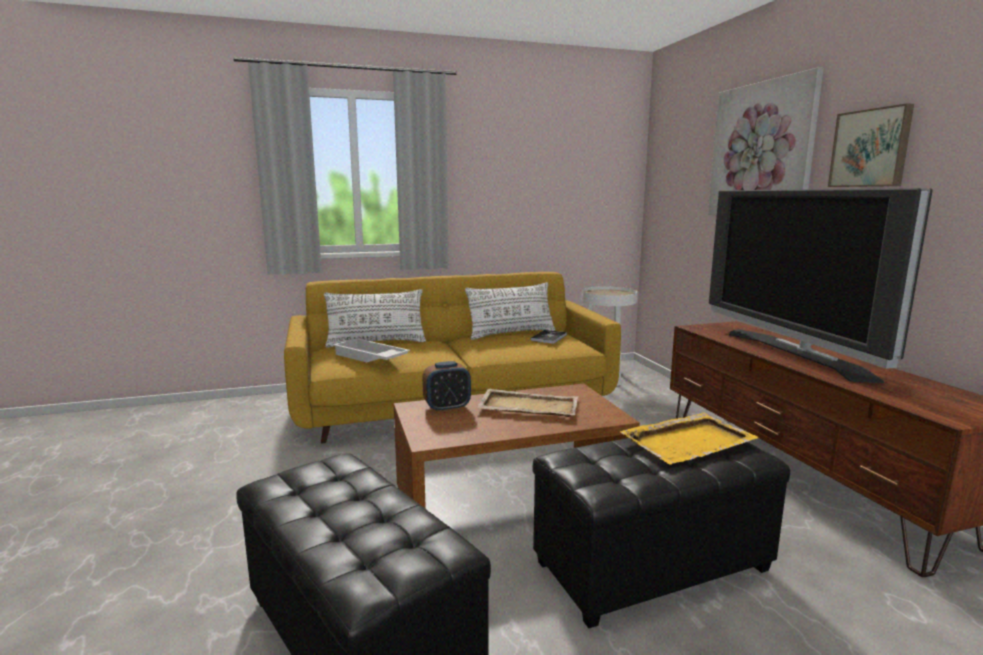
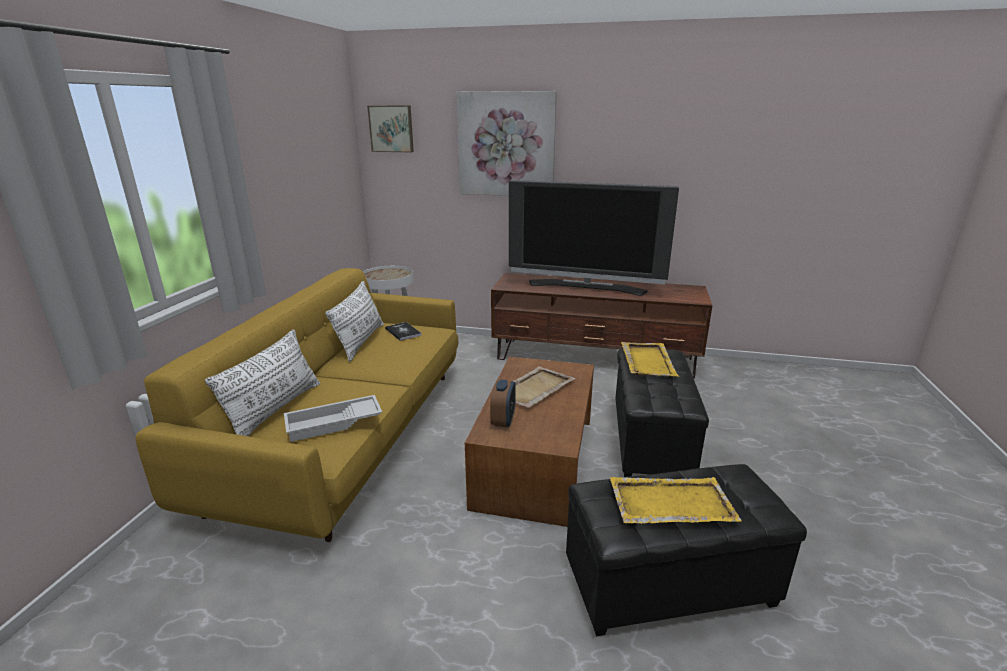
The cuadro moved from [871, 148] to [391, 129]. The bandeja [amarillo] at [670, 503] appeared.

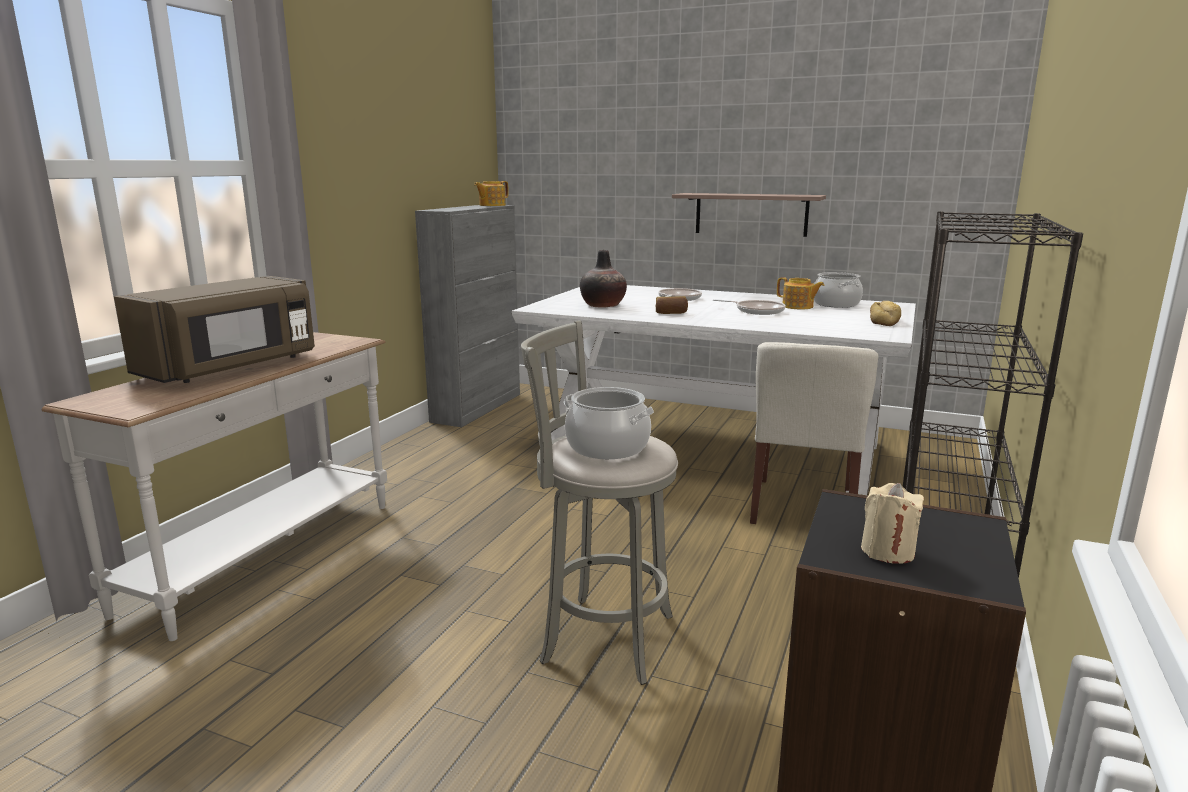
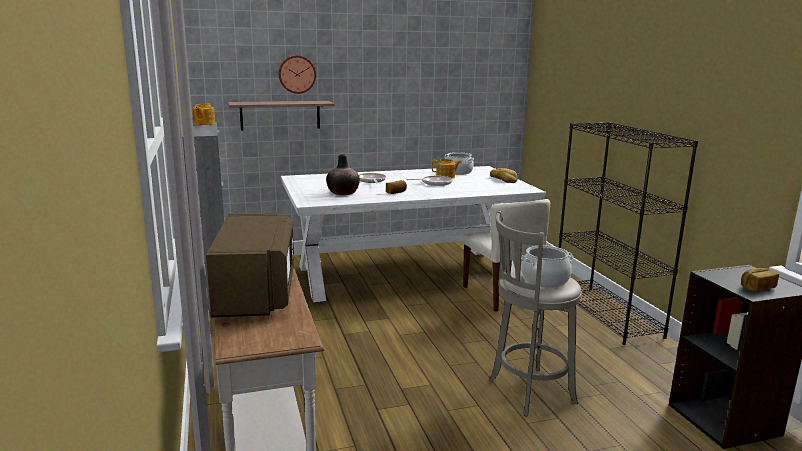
The estante moved from [751, 214] to [280, 115]. The reloj de pared at [297, 74] appeared. The vela [beis] at [887, 551] was replaced by the pan at [756, 287].

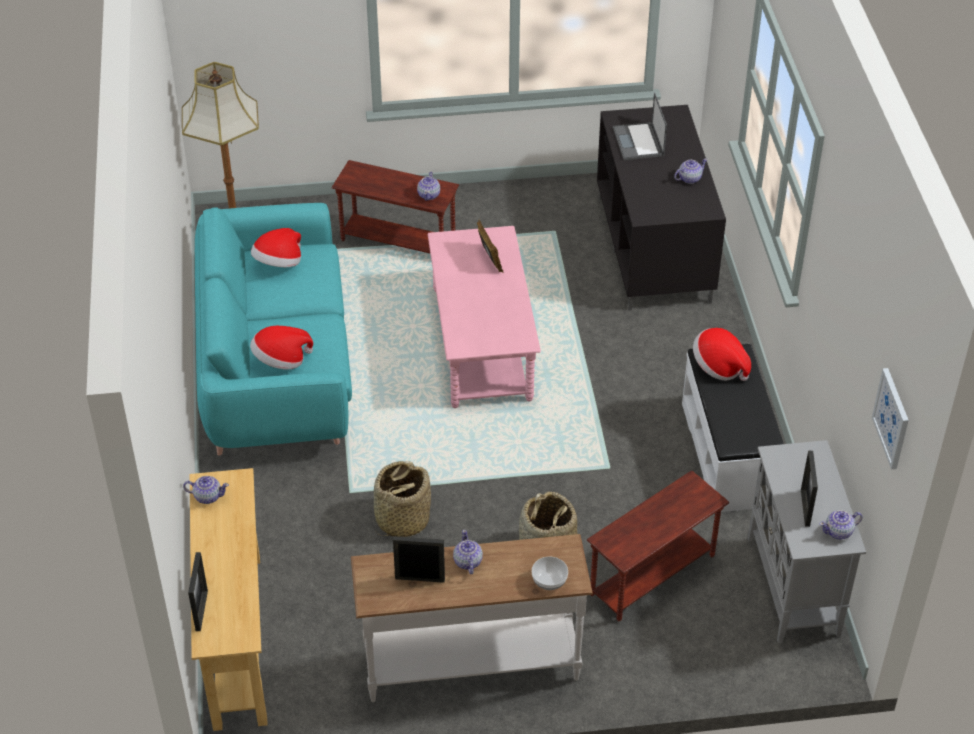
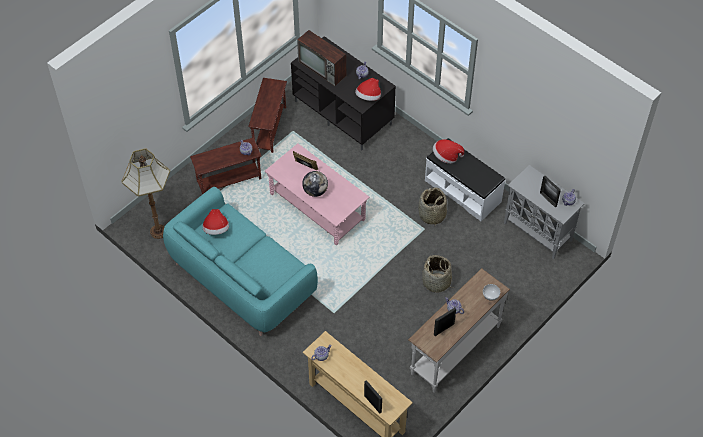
The mesa auxiliar [marrón] moved from [653, 576] to [270, 128]. The portátil at [638, 142] was replaced by the televisor at [323, 69]. The globo terráqueo at [315, 191] appeared. The sombrero moved from [281, 360] to [368, 97]. The cesta moved from [402, 519] to [432, 215]. The cuadro at [892, 418] disappeared.

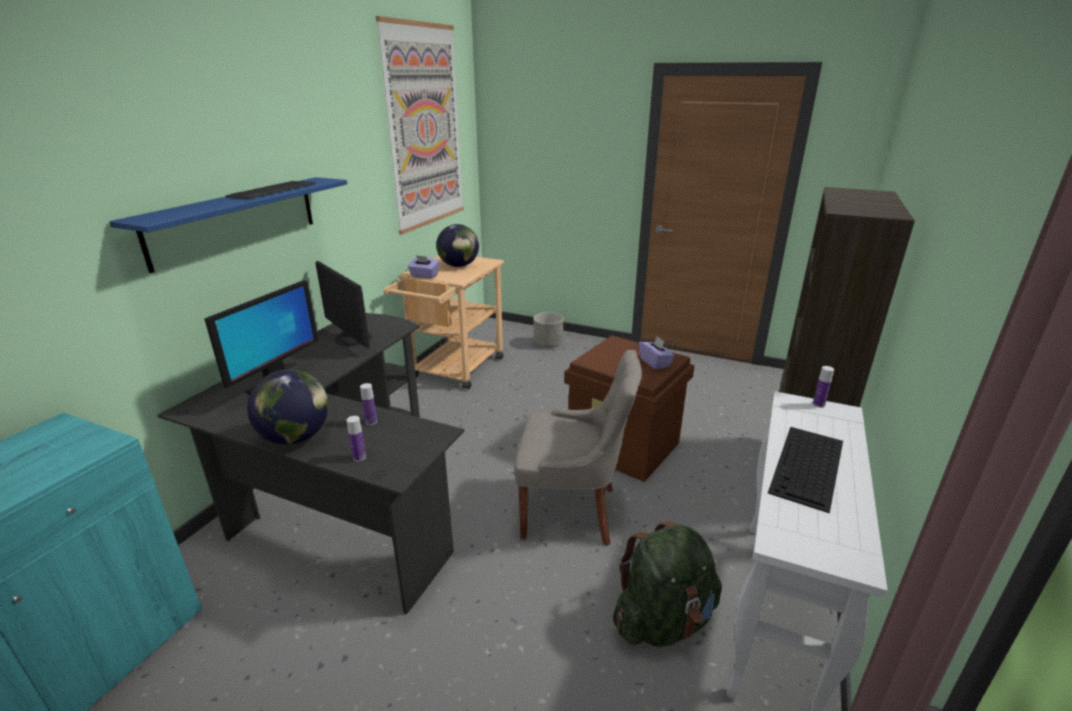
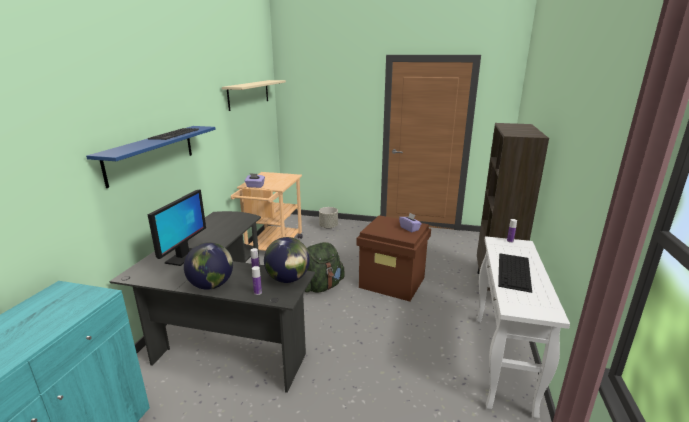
The cuadro at [425, 128] was replaced by the estante [beis] at [249, 94]. The globo terráqueo moved from [459, 266] to [288, 279]. The mochila [verde] moved from [663, 621] to [321, 287]. The monitor at [351, 339] disappeared. The silla [gris] at [572, 511] disappeared.

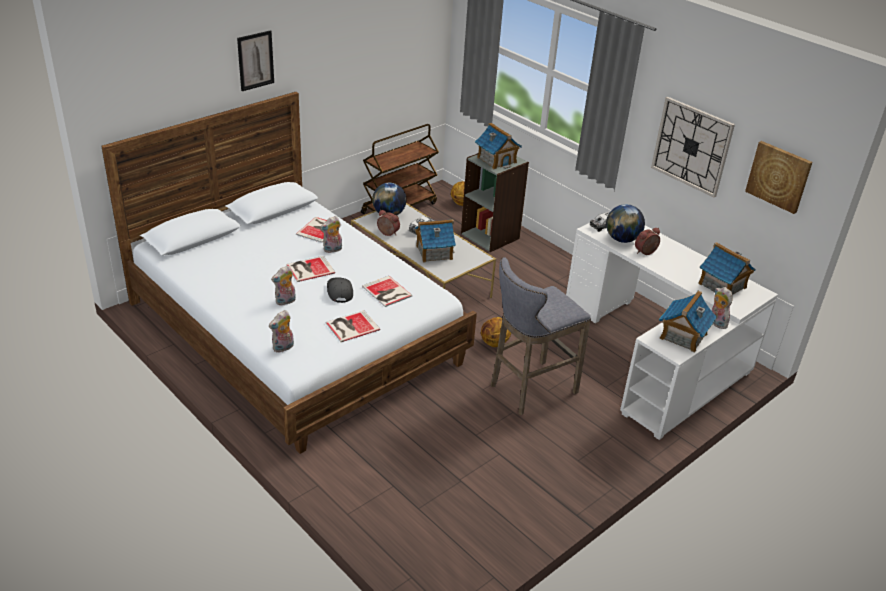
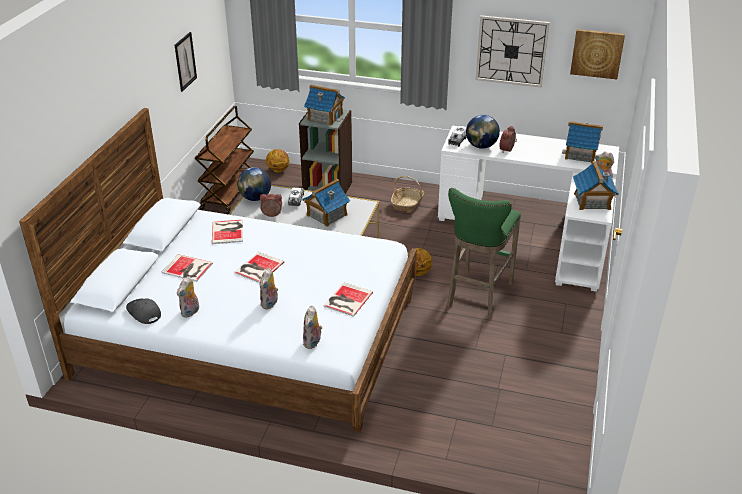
The gorra [gris] moved from [339, 291] to [143, 313]. The libro moved from [387, 292] to [188, 269]. The cuadro moved from [255, 60] to [185, 61]. The peluche moved from [332, 250] to [190, 312]. The cesta at [407, 204] appeared. The taburete [gris] at [529, 390] became the taburete [verde] at [478, 296].

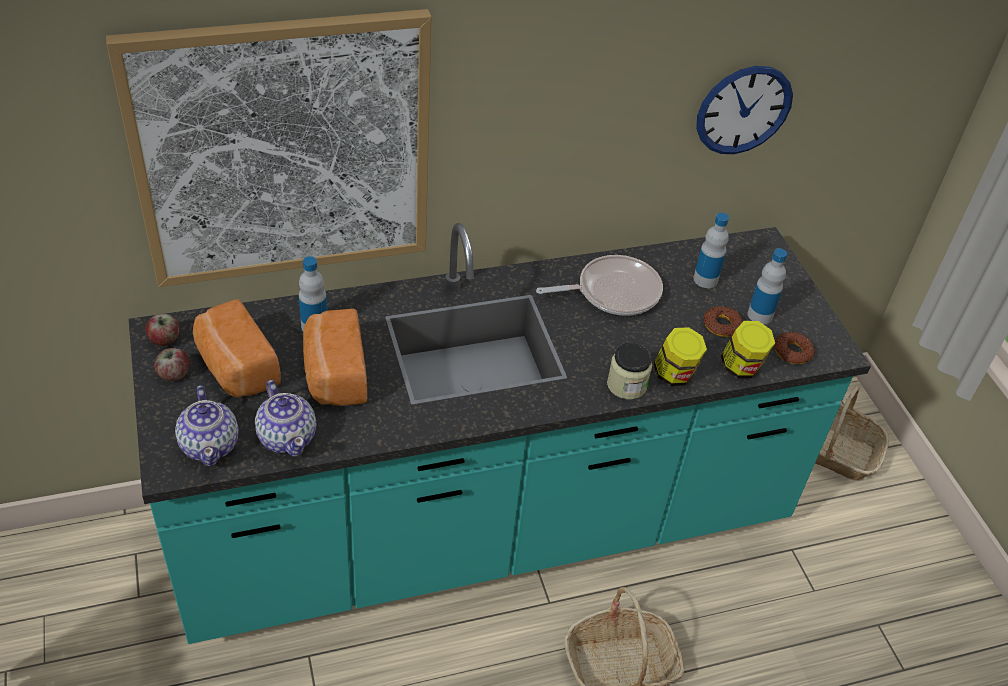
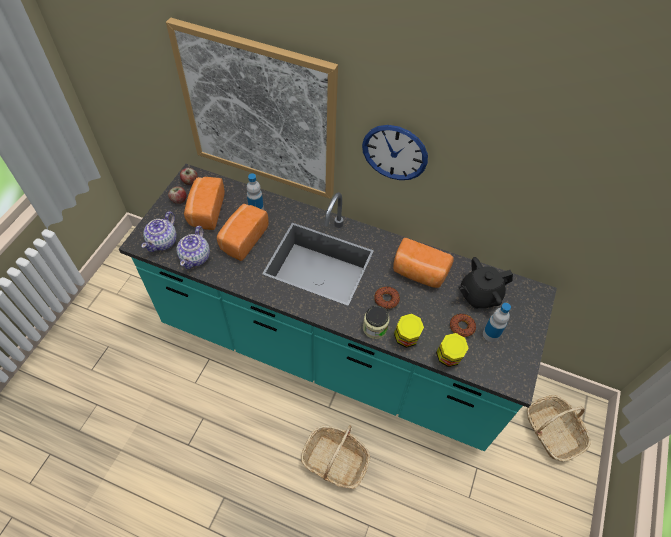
The reloj de pared moved from [743, 110] to [395, 152]. The rosquilla moved from [792, 352] to [386, 299]. The sartén at [613, 292] was replaced by the pan at [418, 273]. The botella at [705, 279] was replaced by the tetera [negro] at [479, 295].

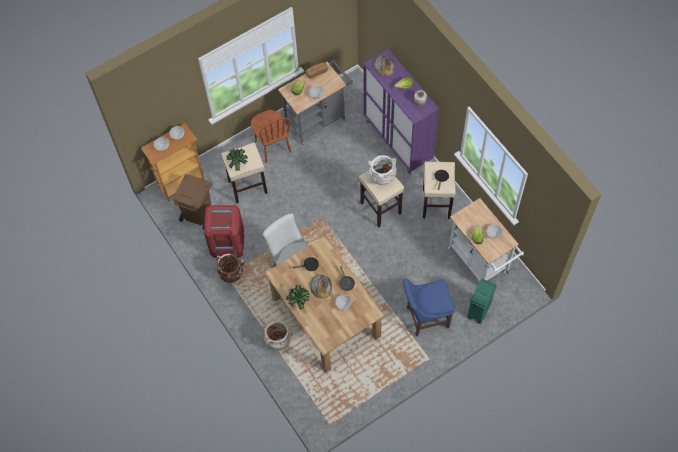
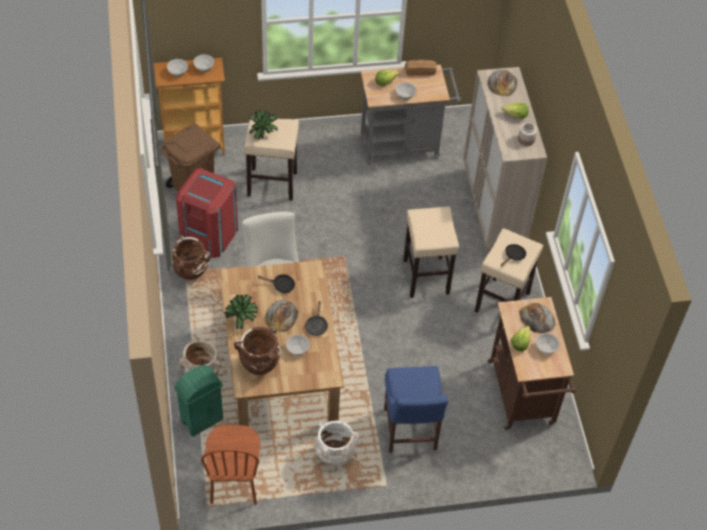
The papelera [verde] moved from [478, 311] to [201, 420]. The silla [marrón] moved from [272, 147] to [234, 483]. The florero [marrón] at [260, 366] appeared. The florero [blanco] moved from [382, 180] to [334, 458]. The silla [azul] at [425, 317] turned 105 degrees counterclockwise. The armario [morado] at [398, 141] became the armario [beis] at [492, 210]. The carrito [blanco] at [480, 263] became the carrito [marrón] at [522, 398]. The pan at [537, 318] appeared.

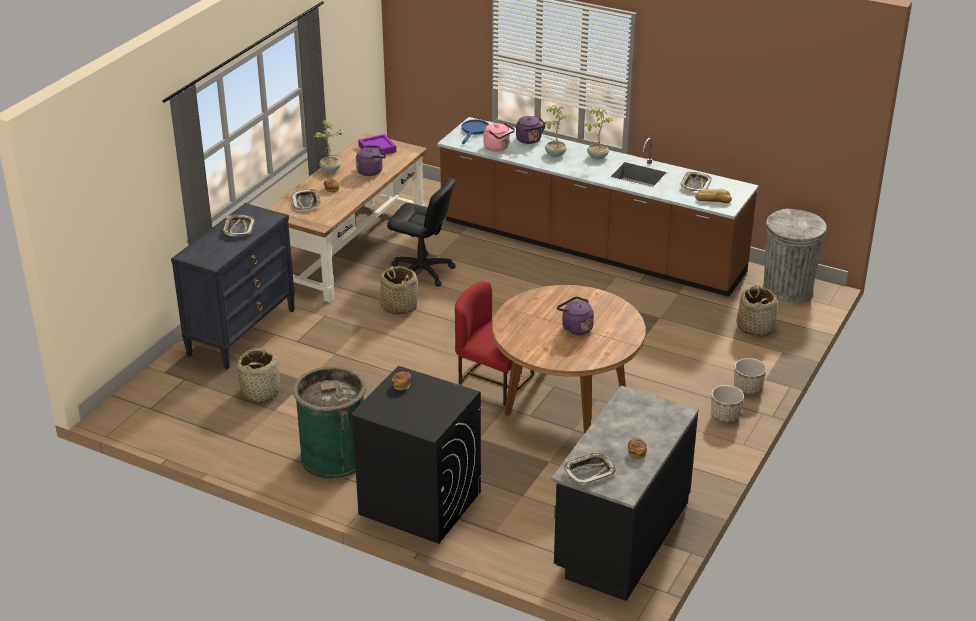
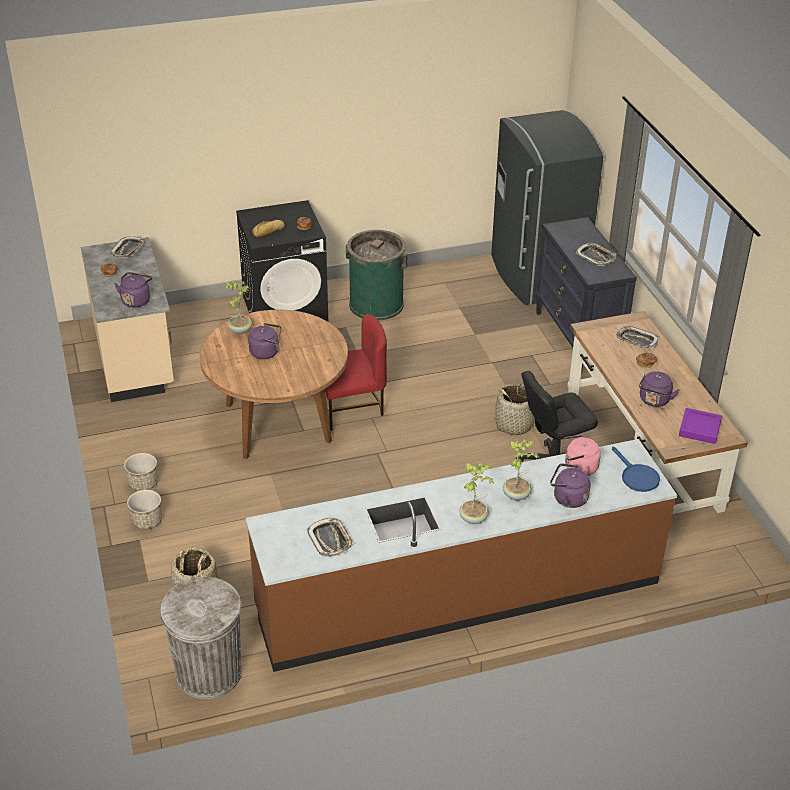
The mueble bajo de cocina [negro] at [620, 536] became the mueble bajo de cocina [beis] at [135, 357]. The hervidor [morado] at [136, 300] appeared. The planta en maceta moved from [331, 170] to [239, 330]. The pan moved from [713, 199] to [269, 231]. The nevera [gris] at [535, 276] appeared. The cesta at [261, 392] disappeared.

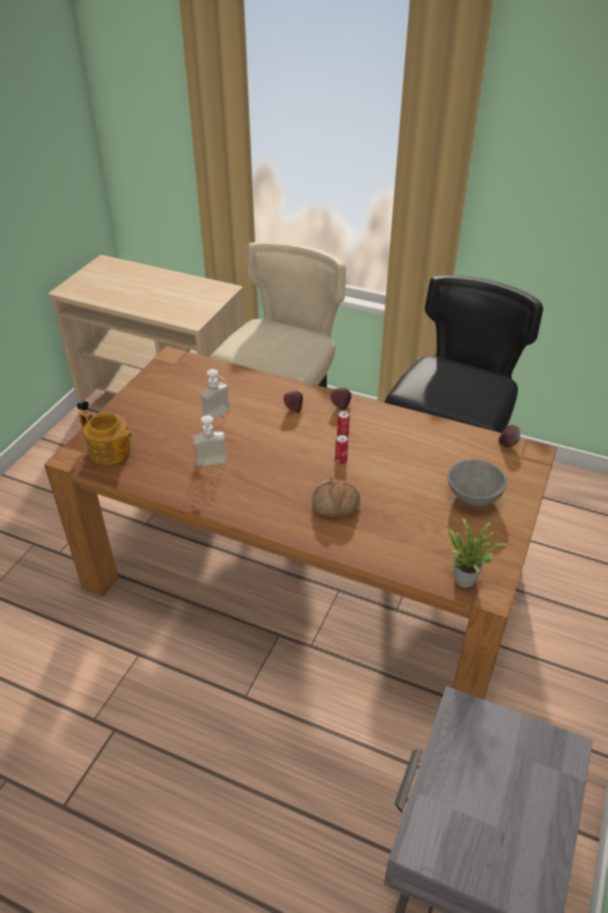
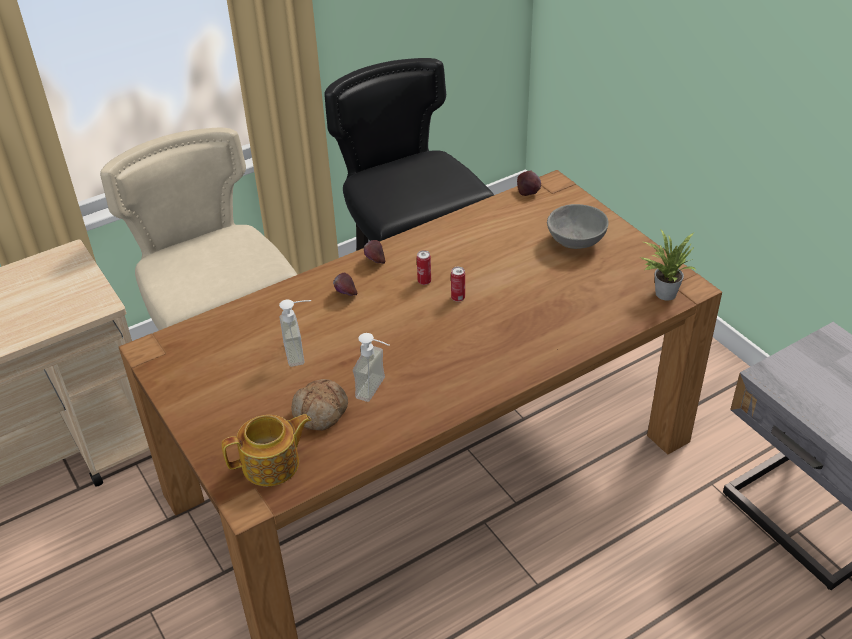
The pan moved from [335, 505] to [321, 412].

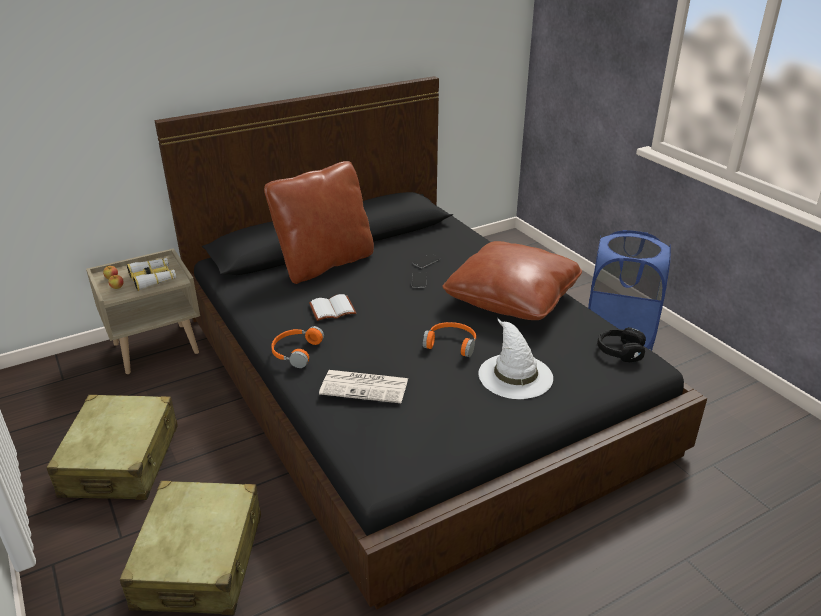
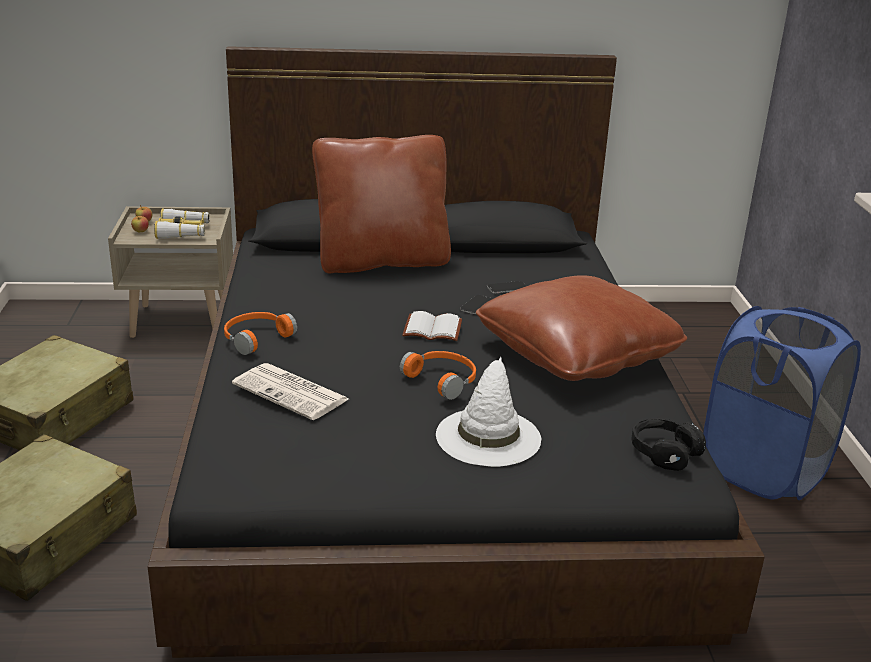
The libro [blanco] moved from [332, 310] to [431, 330].

